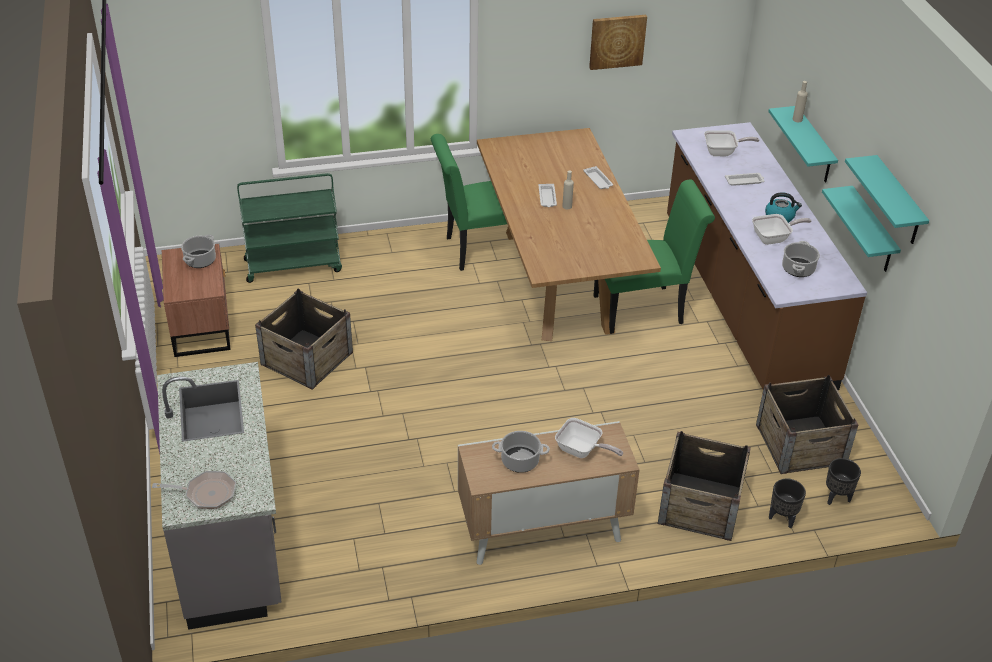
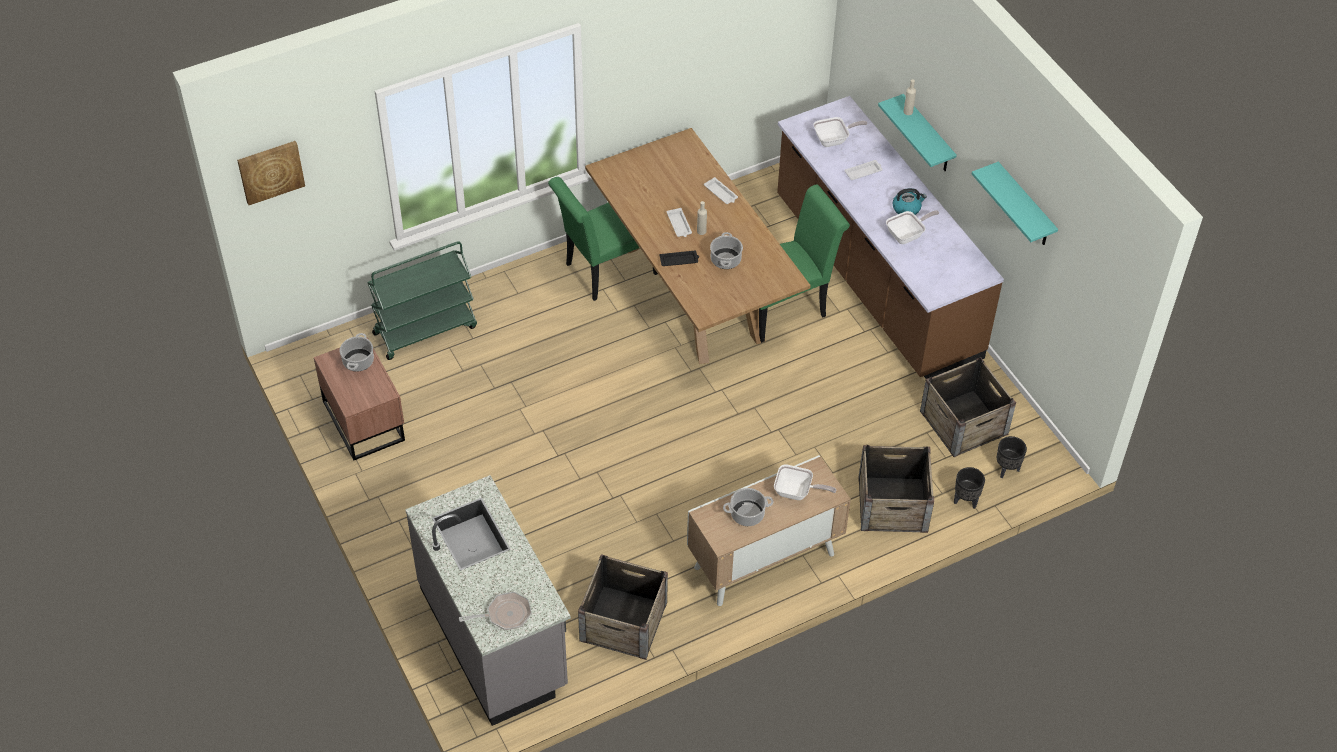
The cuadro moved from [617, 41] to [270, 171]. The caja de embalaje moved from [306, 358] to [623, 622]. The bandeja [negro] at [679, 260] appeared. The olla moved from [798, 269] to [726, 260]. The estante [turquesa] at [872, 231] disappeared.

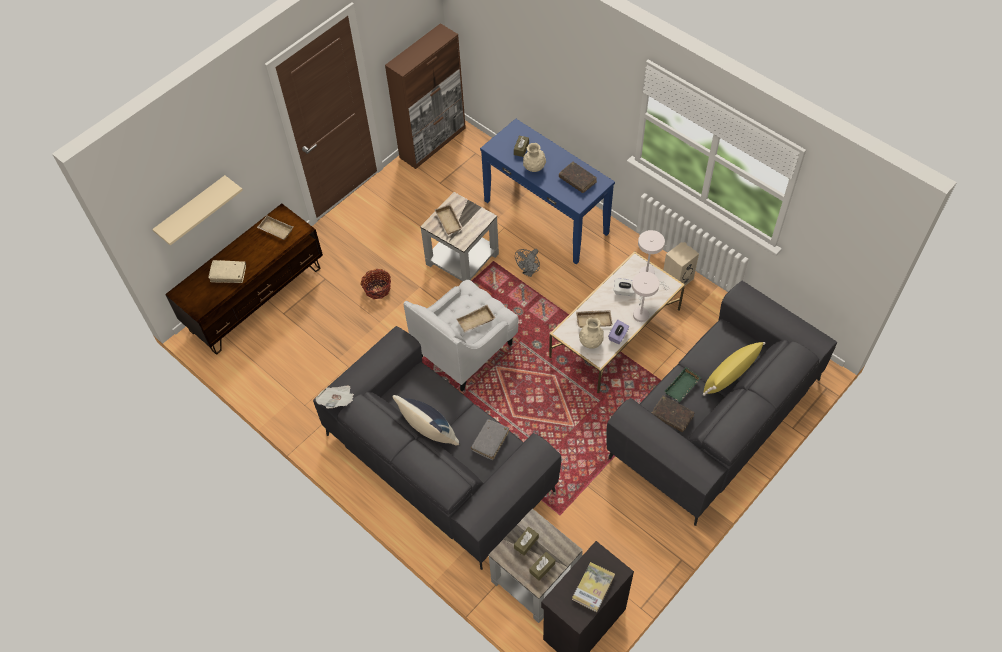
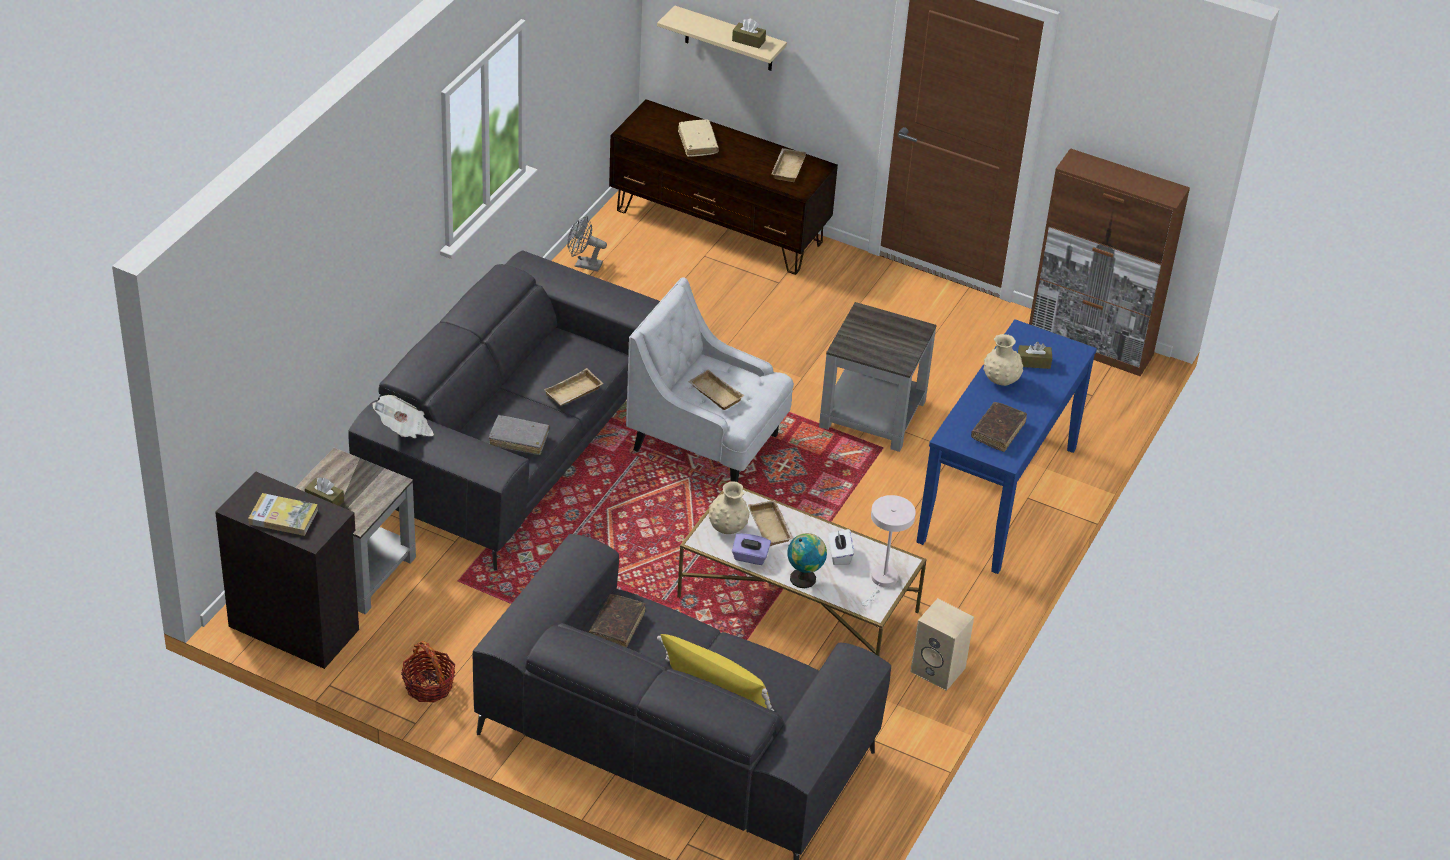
The periódico moved from [338, 401] to [404, 429]. The cesta moved from [377, 289] to [429, 686]. The bandeja [beis] moved from [450, 221] to [573, 393]. The ventilador [gris] moved from [529, 272] to [584, 264]. The caja de pañuelos [marrón] moved from [526, 543] to [748, 41]. The lámpara de mesa [blanco] at [640, 312] was replaced by the globo terráqueo at [805, 578]. The cojín [azul] at [428, 433] disappeared. The bandeja [verde] at [682, 387] disappeared.

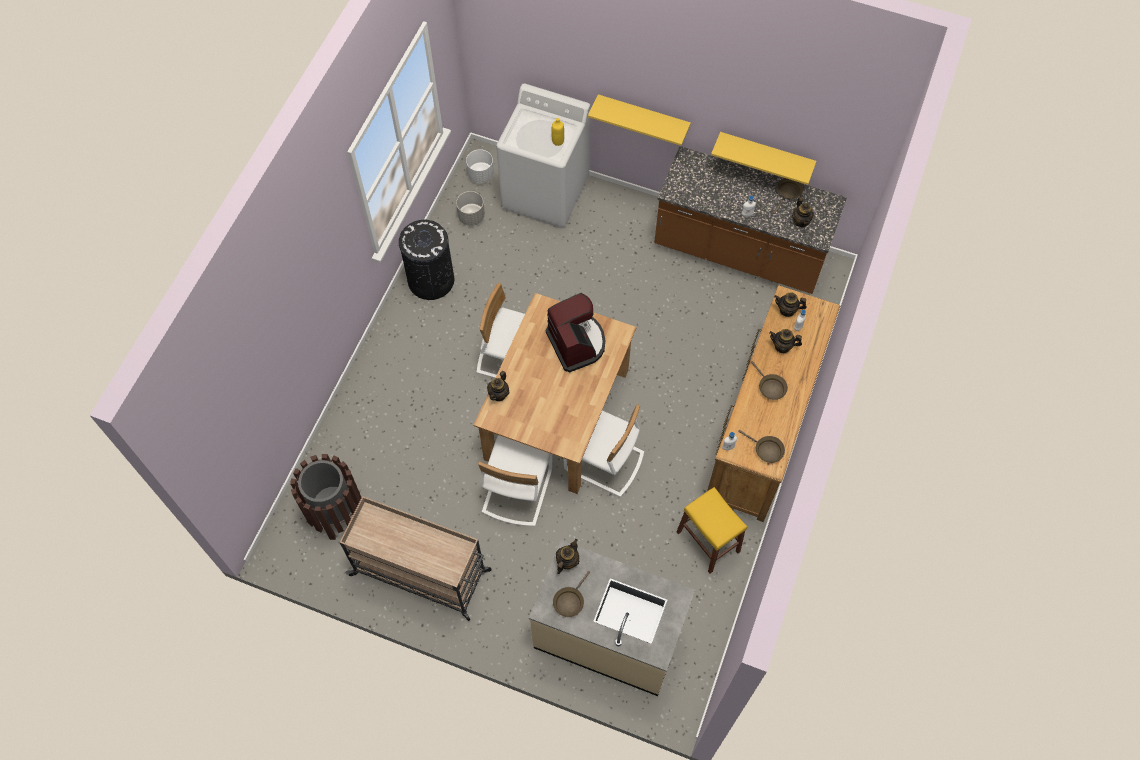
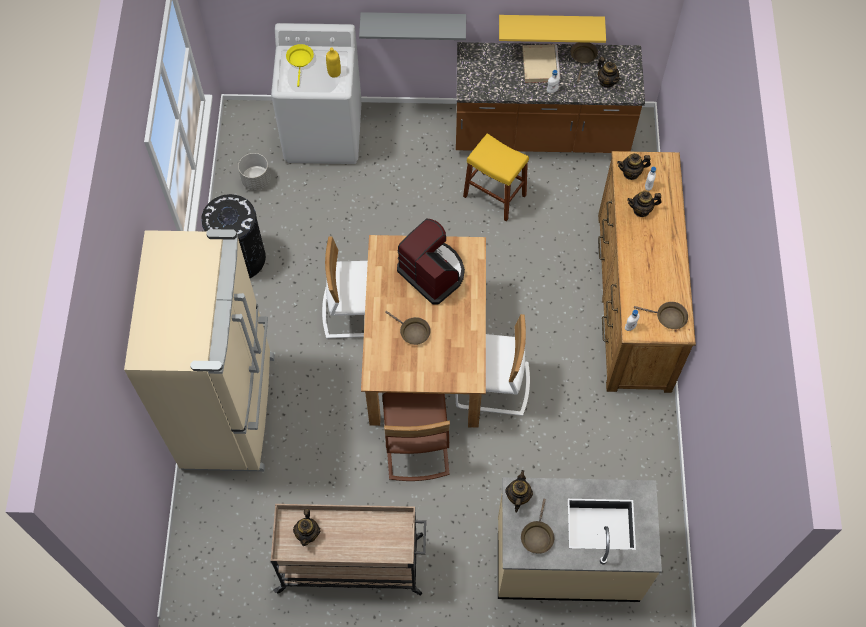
The nevera [beis] at [231, 410] appeared. The sartén [amarillo] at [300, 61] appeared. The tetera moved from [499, 394] to [308, 533]. The estante [amarillo] at [643, 117] became the estante [gris] at [413, 22]. The silla [blanco] at [516, 491] became the silla [marrón] at [415, 445]. The sartén [marrón] moved from [770, 387] to [412, 332]. The taburete [amarillo] moved from [708, 542] to [494, 196]. The bandeja [beis] at [540, 64] appeared. The papelera [marrón] at [336, 512] disappeared. The maceta [blanco] at [481, 175] disappeared.

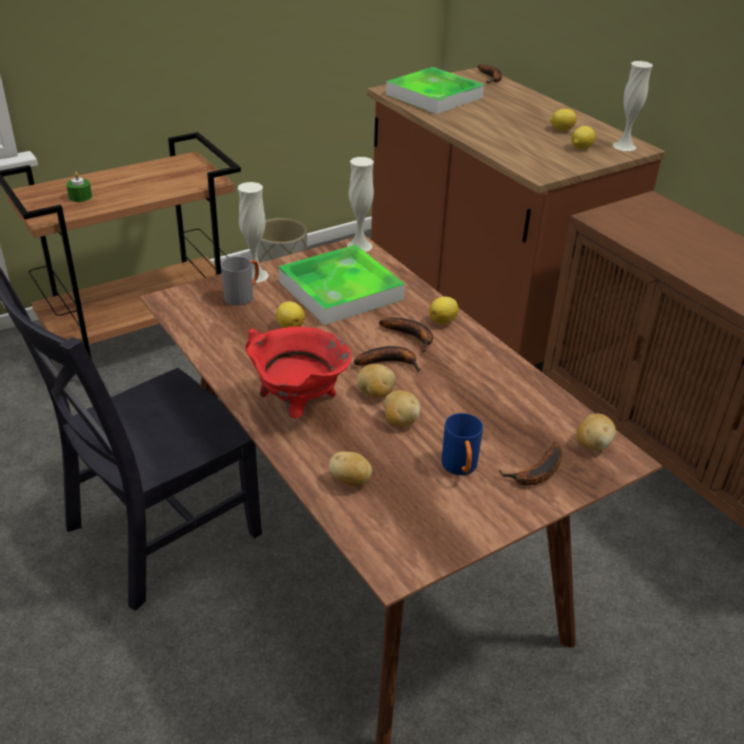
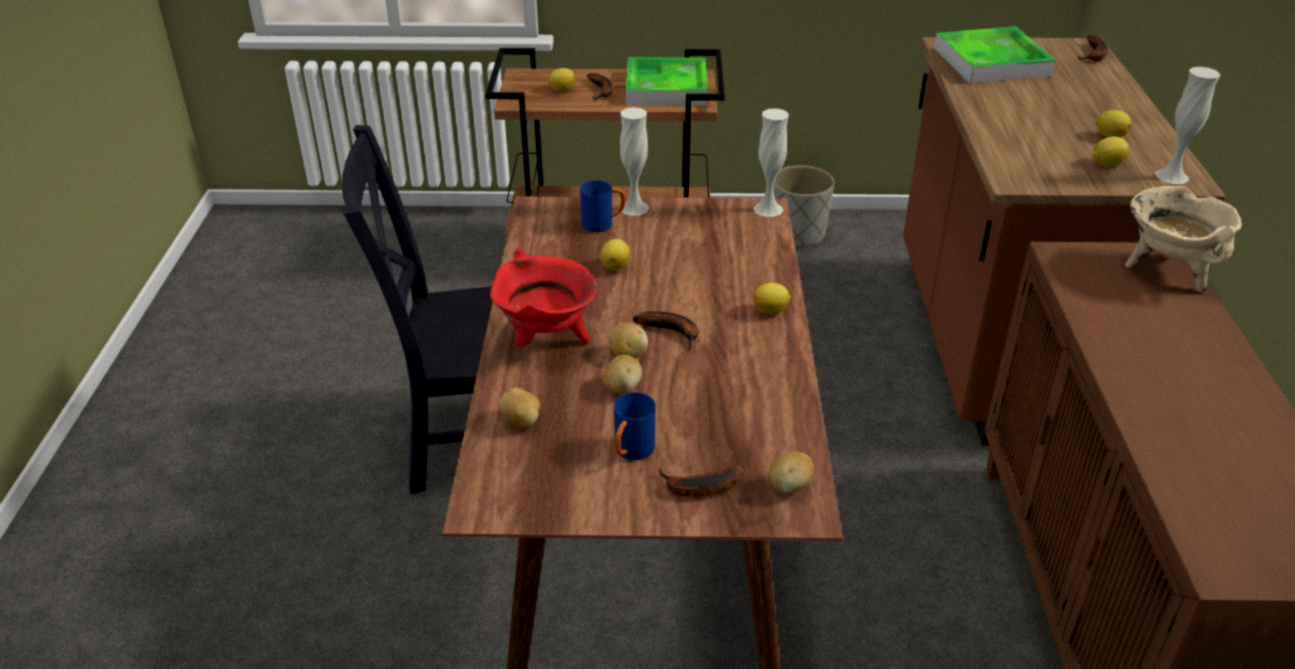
The vela [verde] at [80, 197] was replaced by the limón at [561, 90]. The taza grande [gris] at [243, 296] became the taza grande [azul] at [603, 224]. The plátano moved from [412, 336] to [602, 91]. The bandeja moved from [340, 290] to [666, 88]. The olla [beis] at [1167, 270] appeared.

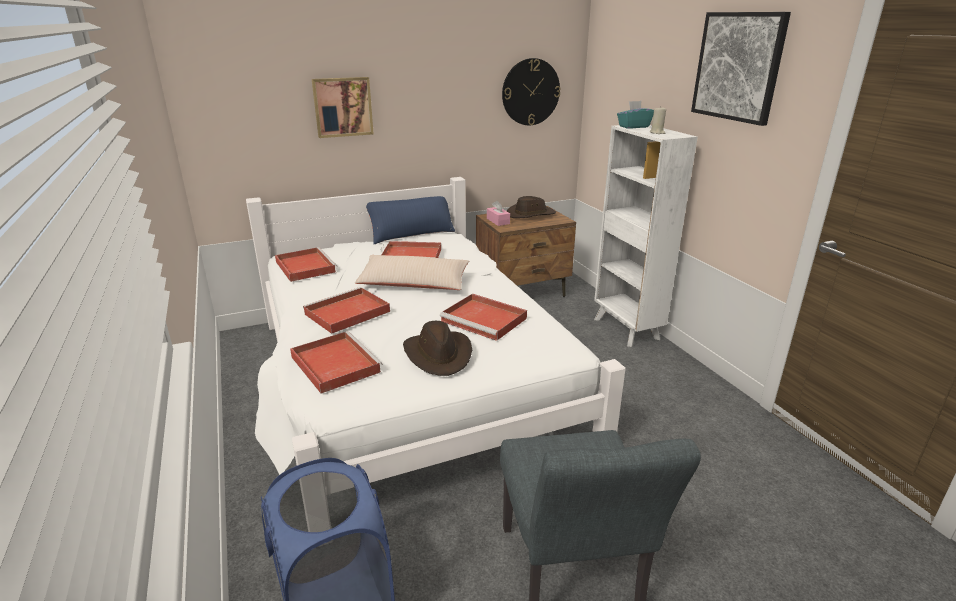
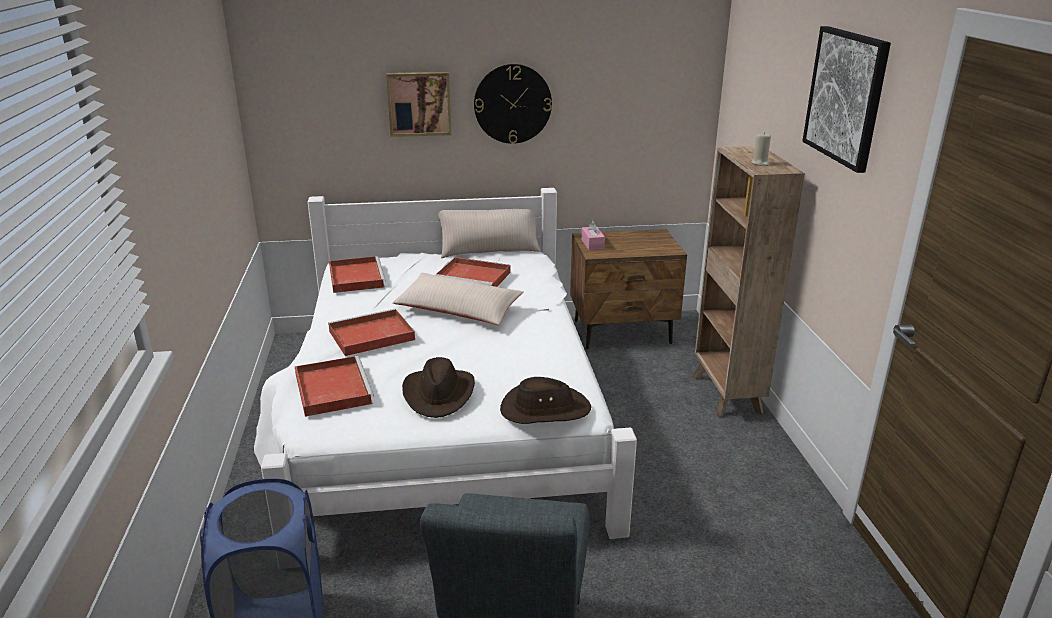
The cojín [azul] at [411, 234] became the cojín [beis] at [489, 250]. The reloj de pared moved from [530, 92] to [512, 104]. The sombrero [marrón] moved from [530, 214] to [544, 409]. The estantería [blanco] at [626, 329] became the estantería [marrón] at [726, 395]. The bandeja [rojo] at [485, 320] disappeared. The caja de pañuelos [turquesa] at [633, 126] disappeared.

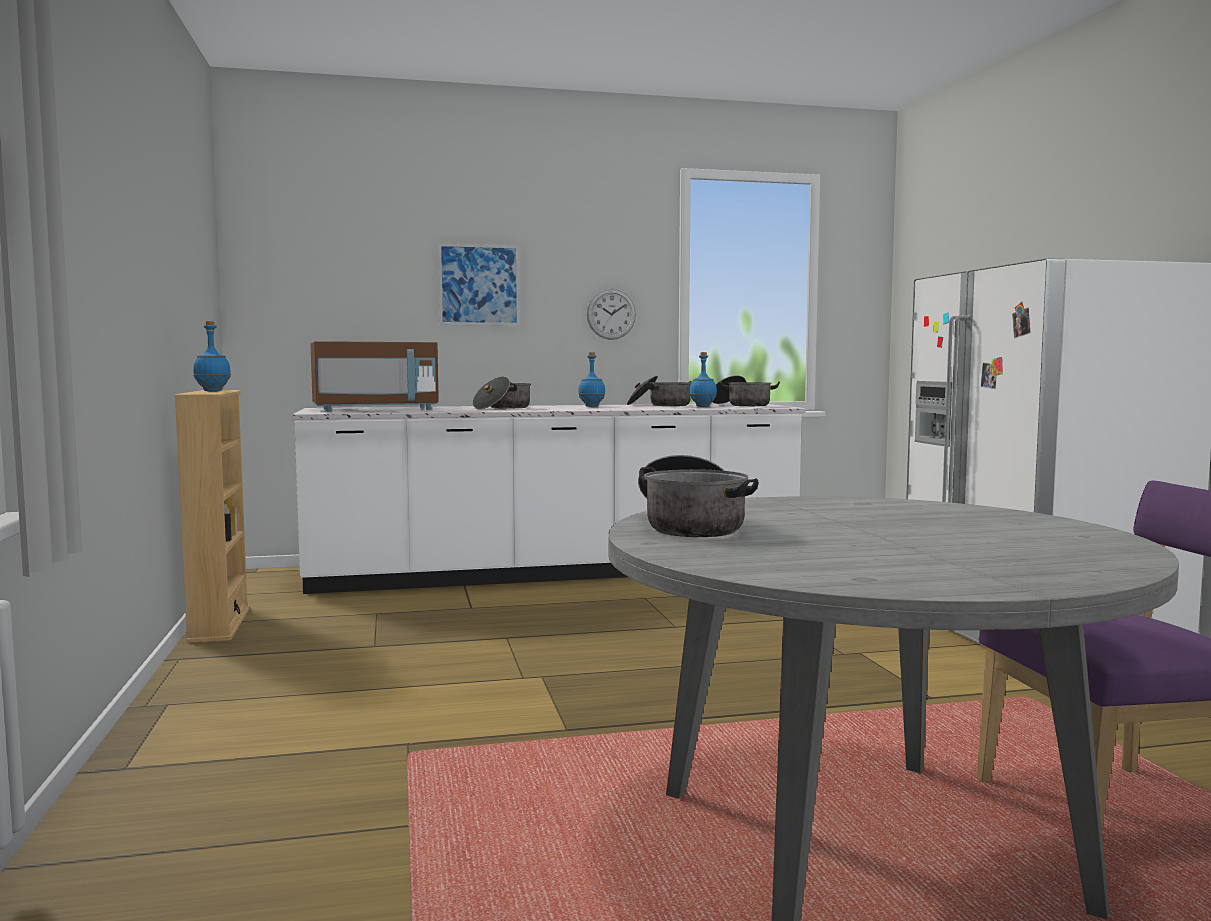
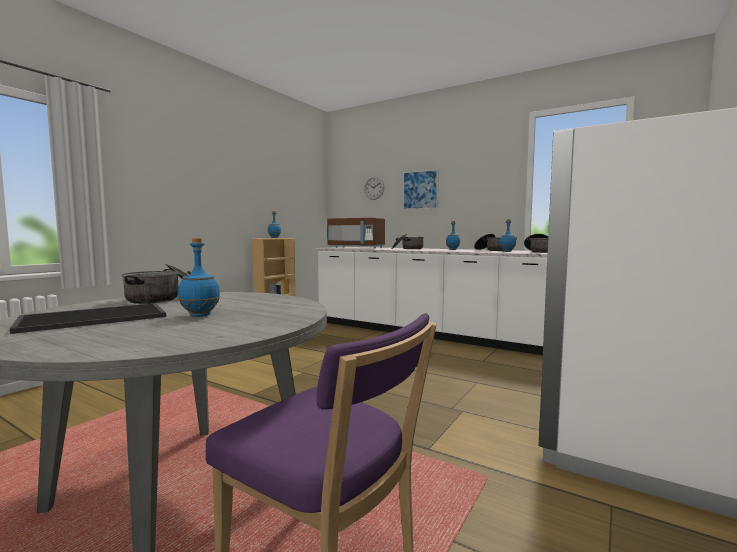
The bandeja at [95, 317] appeared. The botella [azul] at [200, 315] appeared. The reloj de pared moved from [611, 314] to [374, 188].

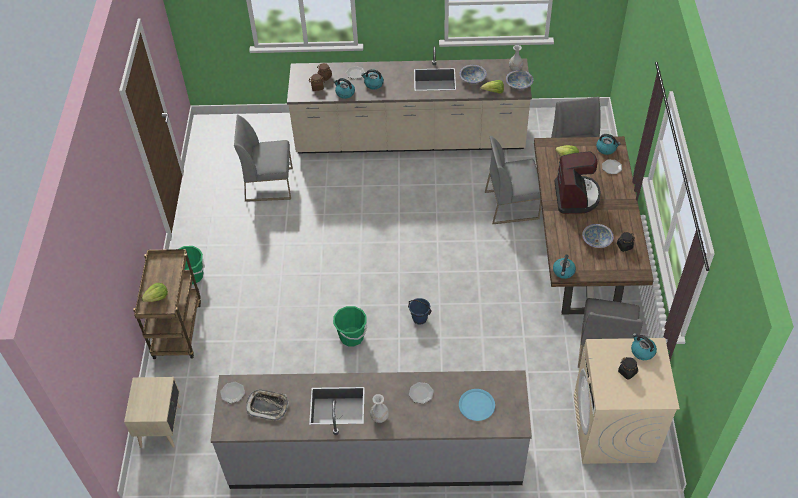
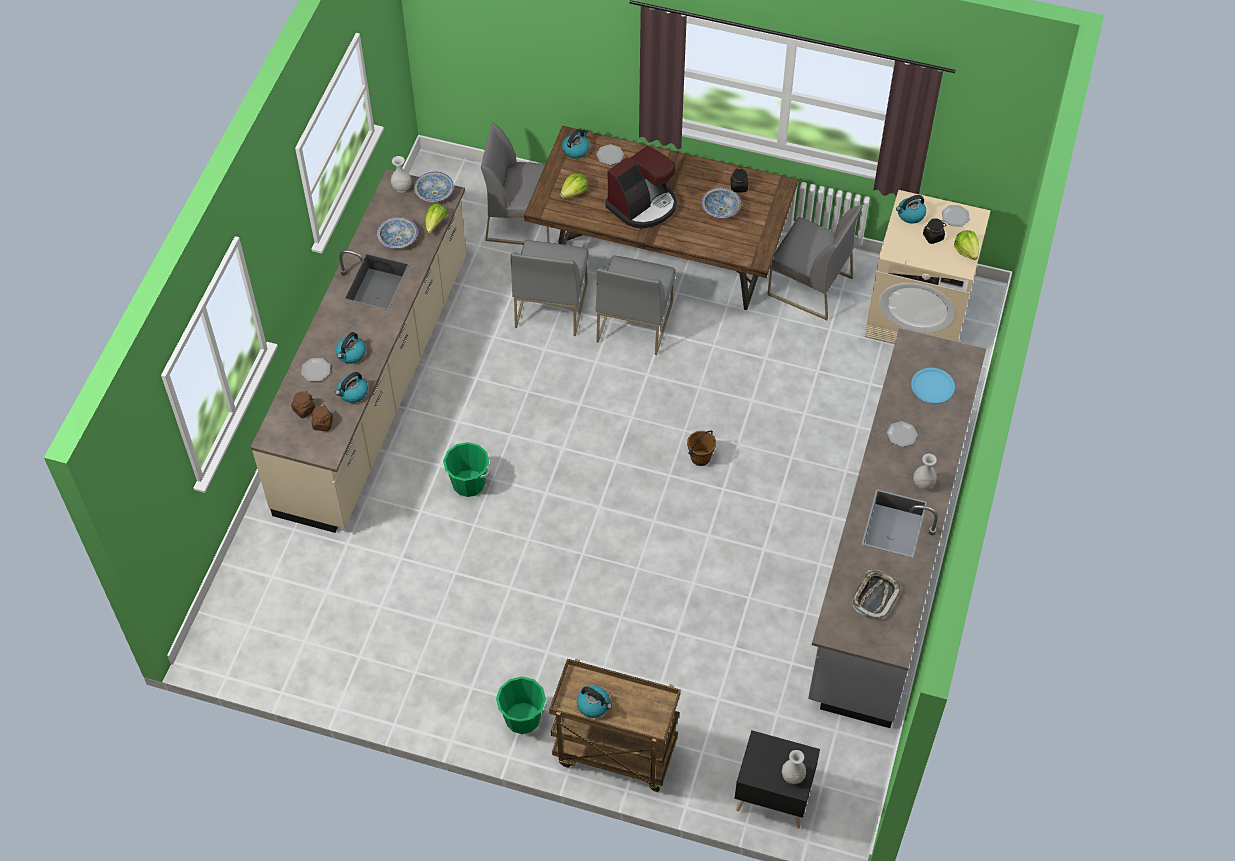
The cubo [verde] moved from [351, 337] to [469, 483]. The hervidor moved from [563, 271] to [594, 705]. The silla [gris] moved from [269, 184] to [634, 322]. The cafetera at [576, 196] turned 120 degrees clockwise. The cubo [azul] at [419, 319] became the cubo [marrón] at [700, 458]. The mesita de noche [beis] at [162, 426] became the mesita de noche [negro] at [772, 796]. The florero [blanco] at [793, 776] appeared. The plato moved from [233, 393] to [955, 216]. The lechuga moved from [157, 297] to [966, 250].

